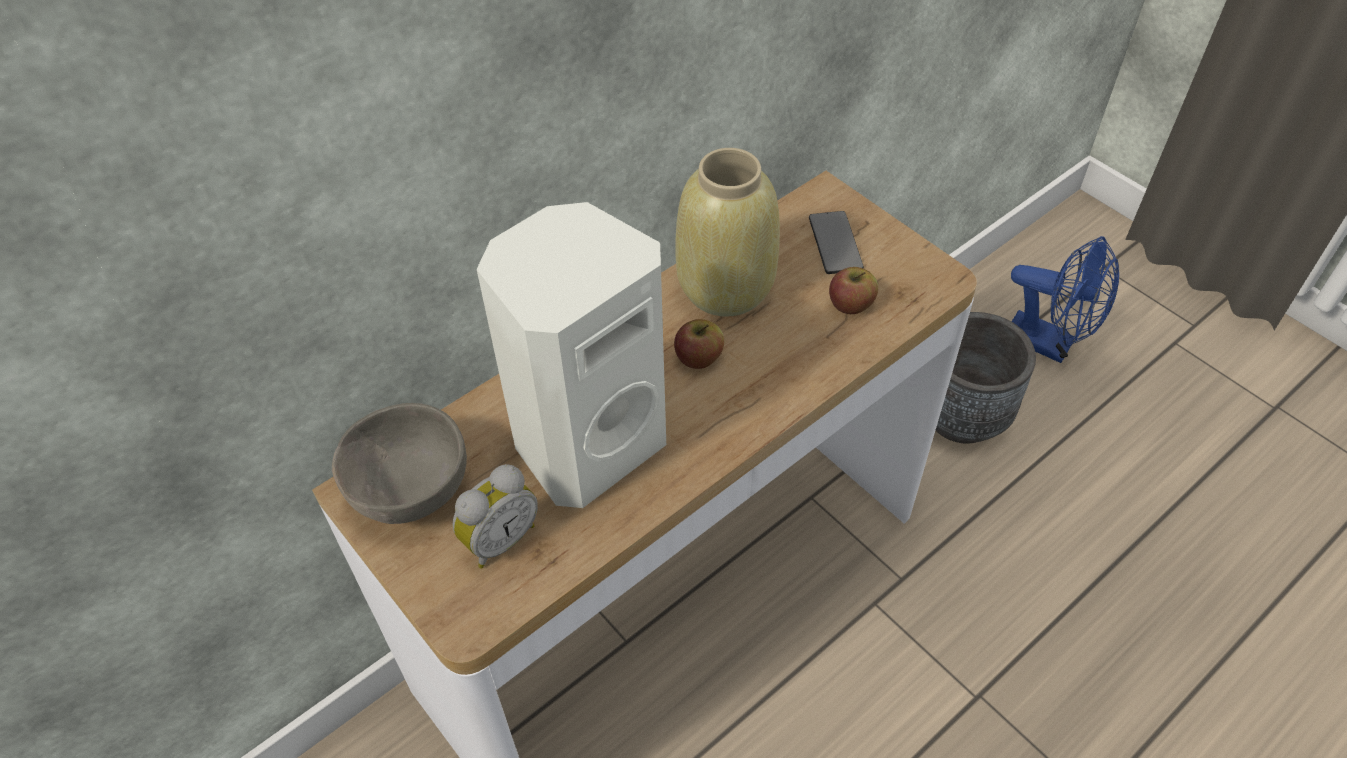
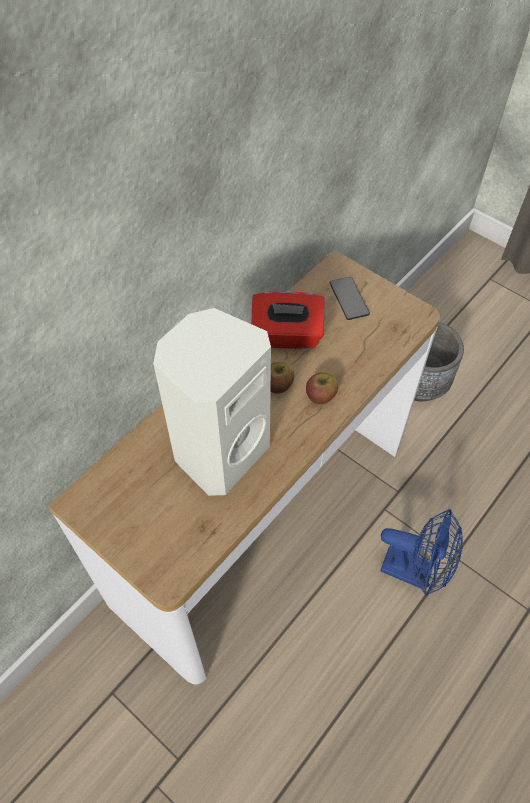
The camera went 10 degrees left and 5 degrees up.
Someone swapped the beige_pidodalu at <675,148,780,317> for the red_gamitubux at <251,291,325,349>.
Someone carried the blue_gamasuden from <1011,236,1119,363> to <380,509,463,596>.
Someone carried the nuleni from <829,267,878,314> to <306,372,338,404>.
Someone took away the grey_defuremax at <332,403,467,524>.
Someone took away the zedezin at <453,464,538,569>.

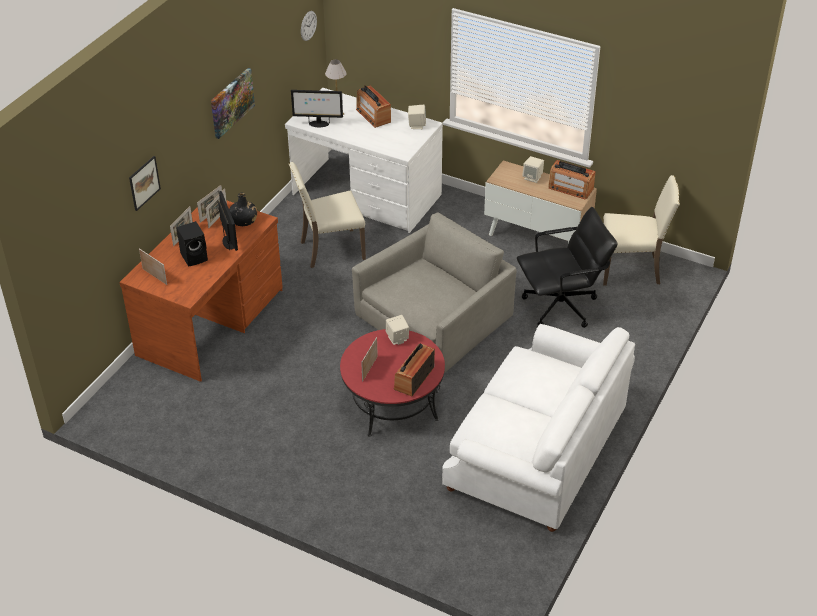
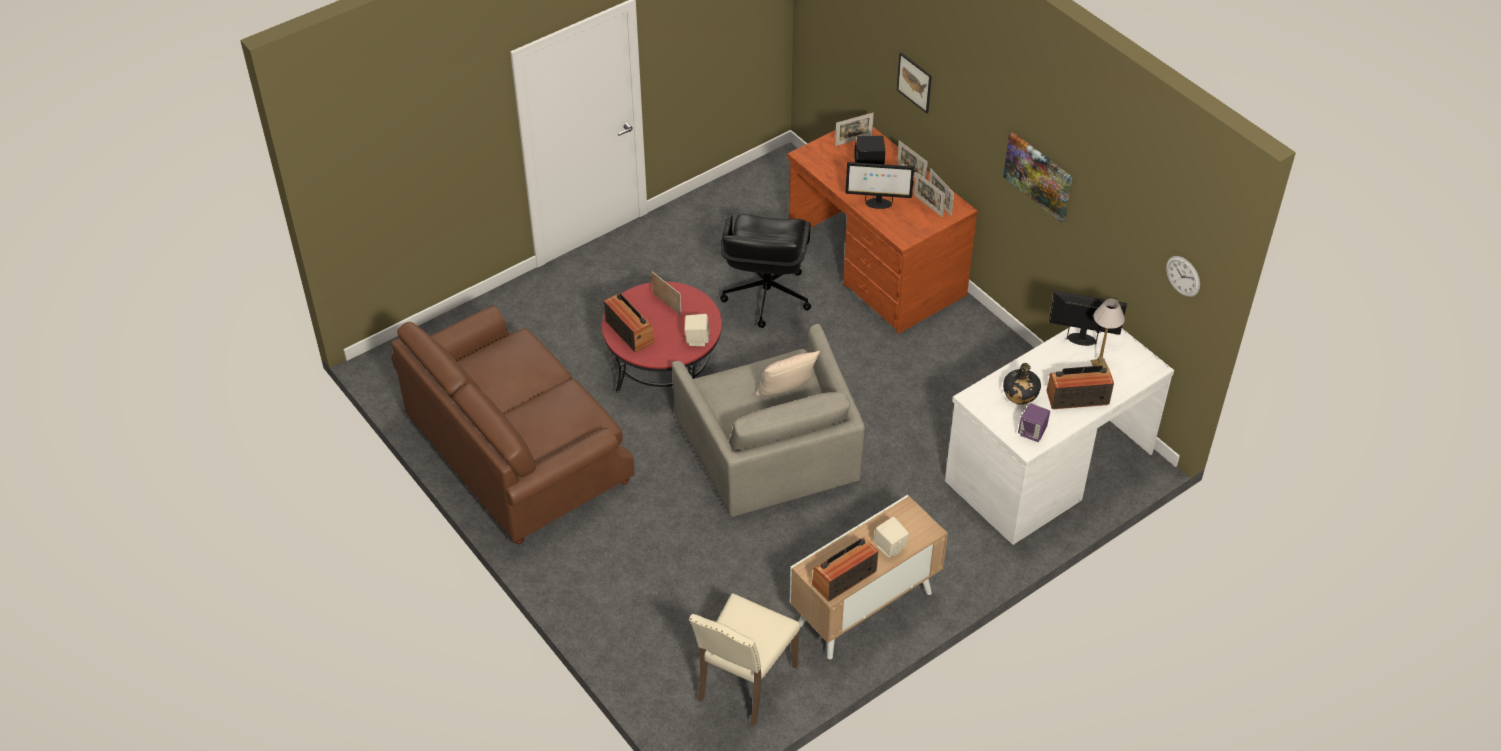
The camera went 115 degrees right and 5 degrees up.
Someone rotated the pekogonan at <291,90,343,127> by 75 degrees clockwise.
Someone repainted the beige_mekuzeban at <408,105,426,129>, which became the purple_mekuzeban at <1018,403,1050,442>.
Someone took away the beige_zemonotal at <289,162,366,268>.
Someone carried the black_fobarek from <229,193,257,226> to <1003,363,1041,405>.
Someone carried the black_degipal from <517,207,617,328> to <720,214,811,328>.
Someone repainted the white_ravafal at <442,324,635,532>, which became the brown_ravafal at <391,306,635,544>.
Someone put down the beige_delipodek at <756,351,820,396>.

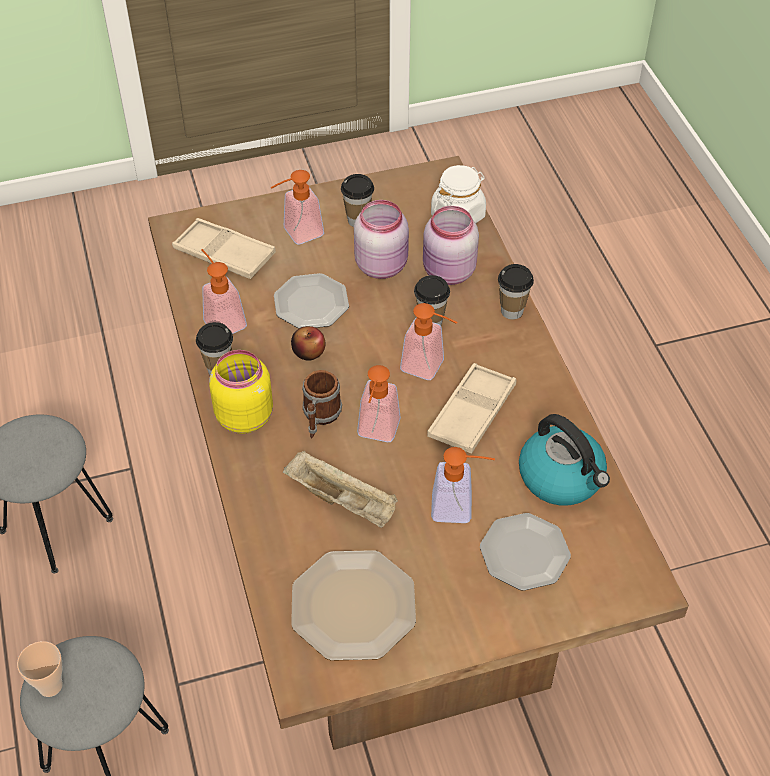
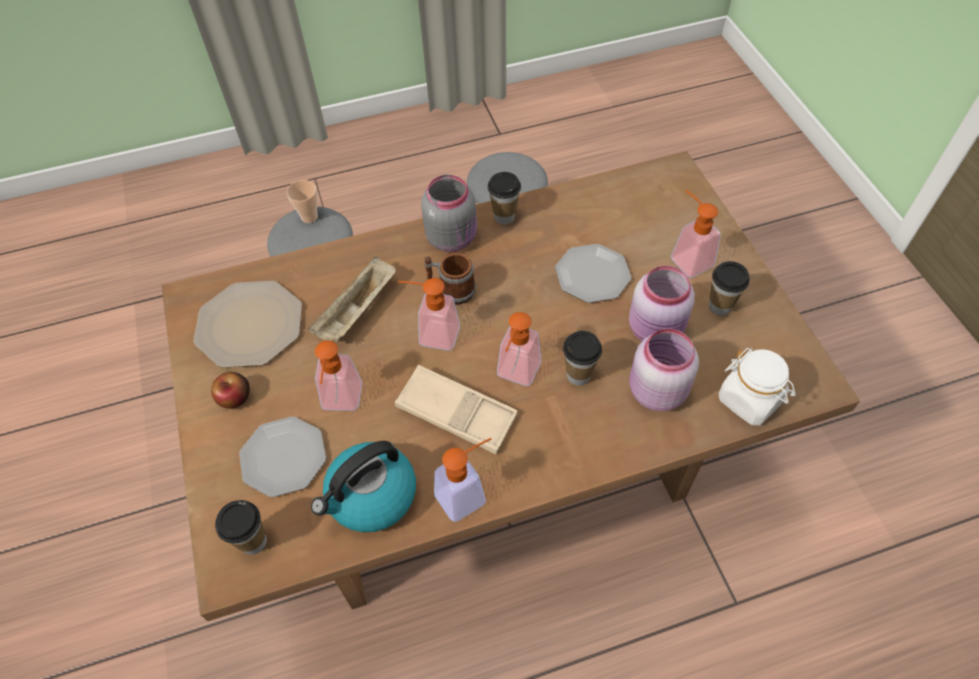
The camera went 90 degrees right and 5 degrees up.
Someone took away the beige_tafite at <172,218,276,279>.
Someone carried the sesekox from <201,249,247,334> to <434,438,491,522>.
Someone carried the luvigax from <498,264,534,320> to <215,500,267,555>.
Someone carried the nuleni from <291,326,325,361> to <211,372,250,409>.
Someone repainted the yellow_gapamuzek at <209,350,273,434>, which became the grey_gapamuzek at <421,175,477,252>.

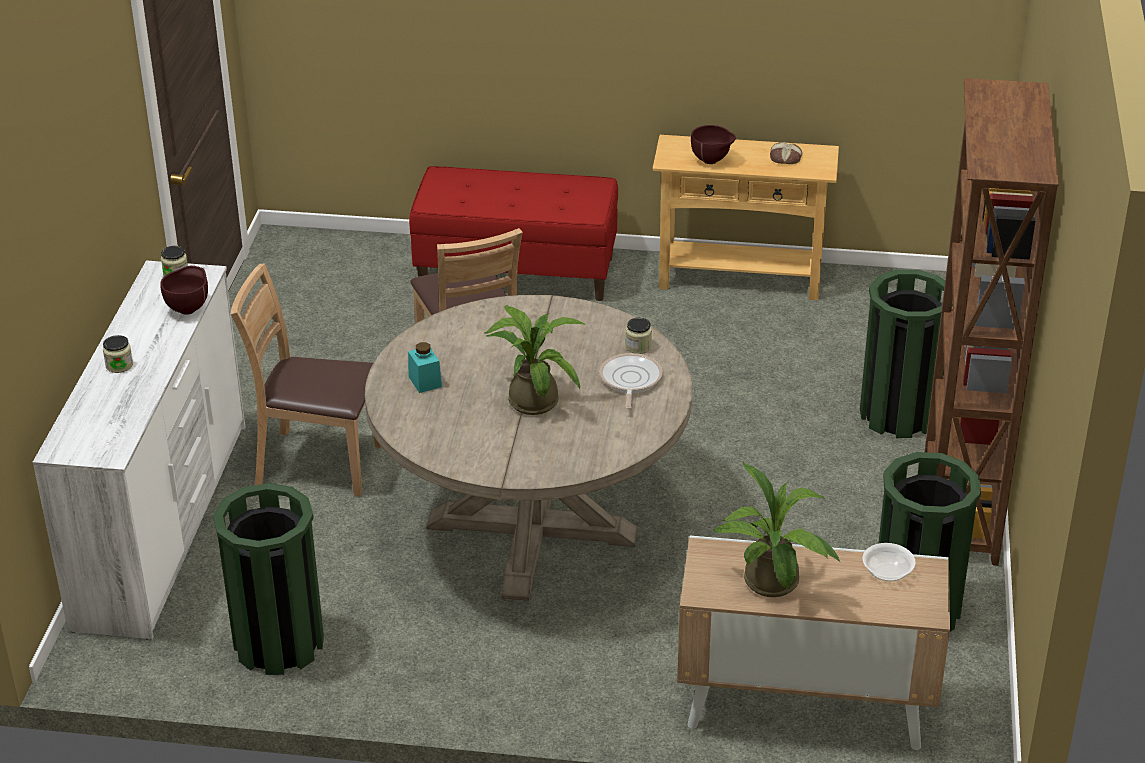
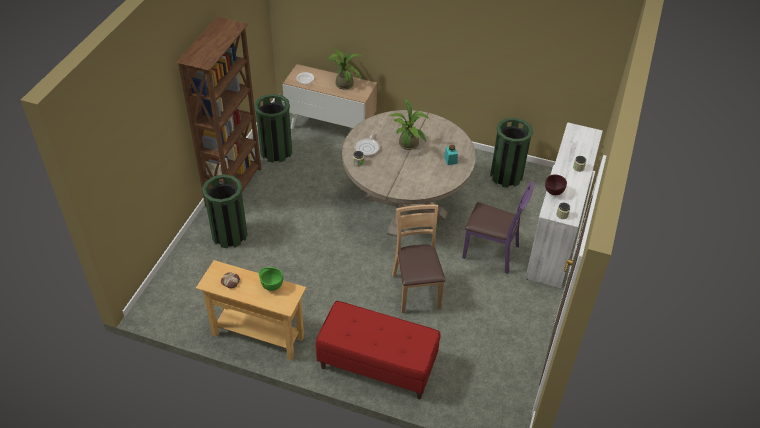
The camera went 170 degrees left and 10 degrees up.
Someone repainted the brown_defuremax at <691,125,736,164>, which became the green_defuremax at <259,267,283,291>.
Someone repainted the brown_zemonotal at <231,264,382,496>, which became the purple_zemonotal at <462,181,534,274>.

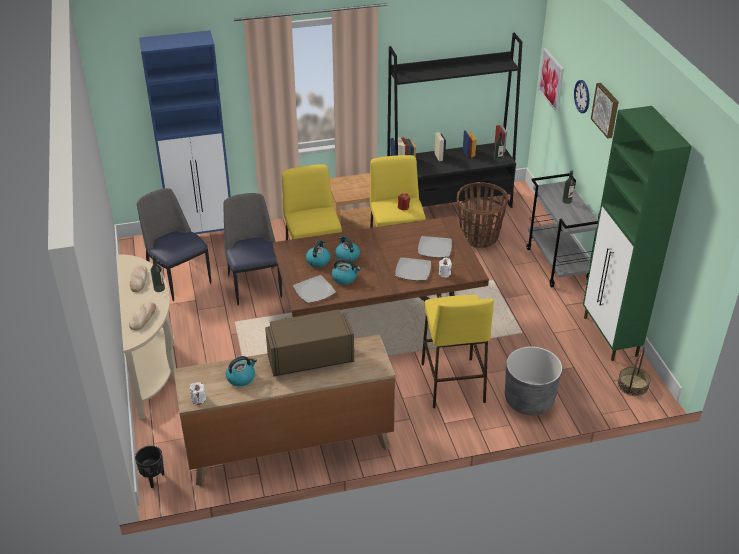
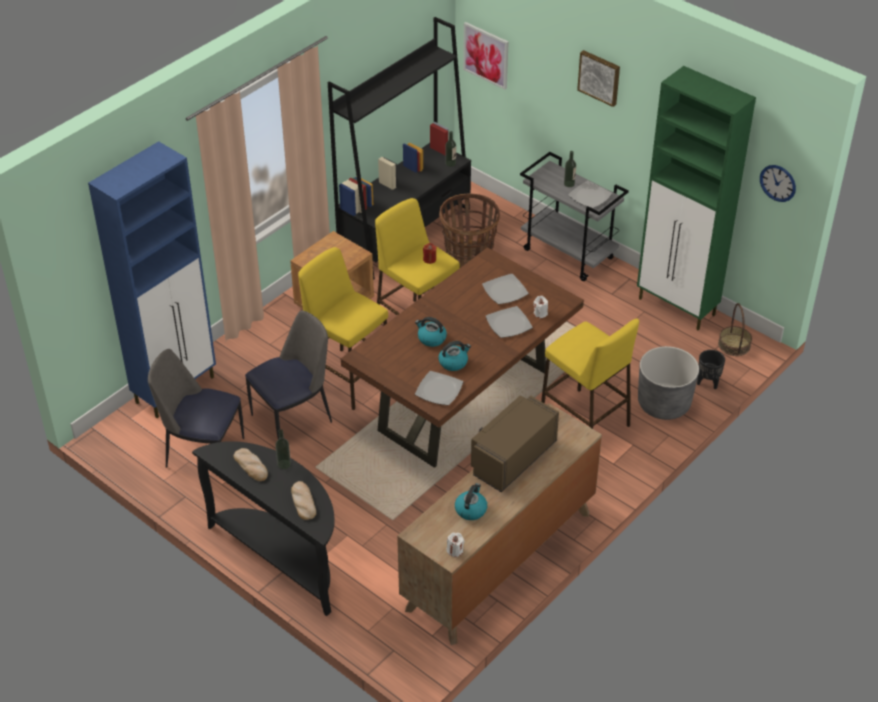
The camera went 35 degrees left and 5 degrees up.
Someone carried the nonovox from <574,80,589,113> to <760,165,796,202>.
Someone rotated the zemonotal at <224,193,282,305> by 105 degrees clockwise.
Someone took away the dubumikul at <306,240,331,267>.
Someone repainted the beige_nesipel at <116,254,176,419>, which became the black_nesipel at <192,441,335,616>.
Someone carried the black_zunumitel from <135,446,165,488> to <697,350,725,390>.
Someone put down the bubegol at <568,180,612,208>.

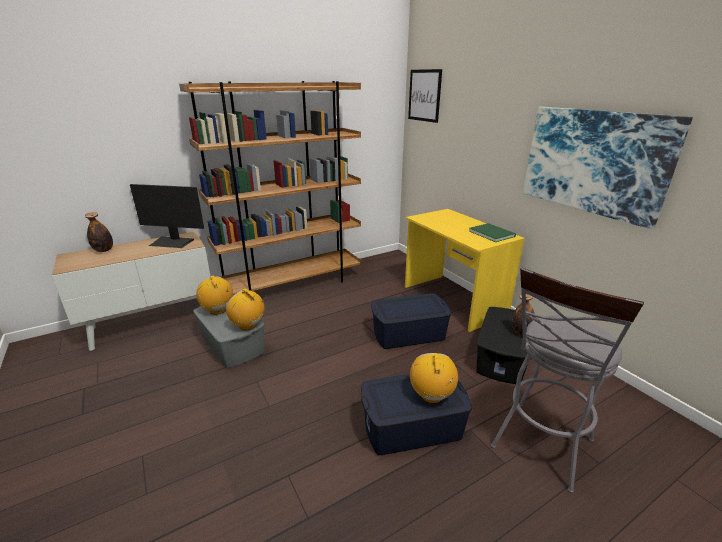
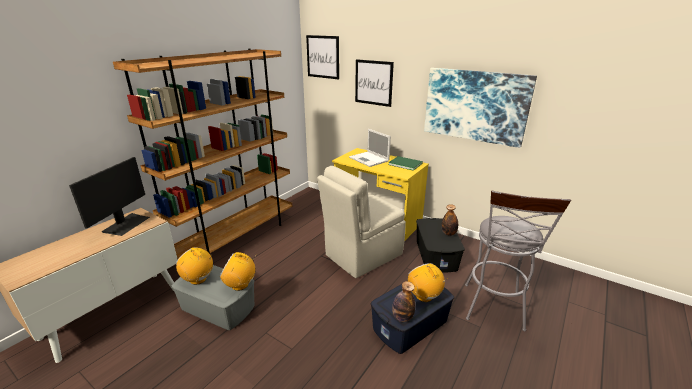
The camera went 25 degrees left and 0 degrees up.
Someone rotated the pekogonan at <130,184,204,248> by 60 degrees counterclockwise.
Someone carried the fobarek from <85,212,113,252> to <392,281,416,322>.
Someone swapped the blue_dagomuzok at <371,293,451,349> for the beige_zemonotal at <317,166,406,278>.
Someone put up the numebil at <355,59,394,107>.
Someone put down the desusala at <349,129,391,167>.

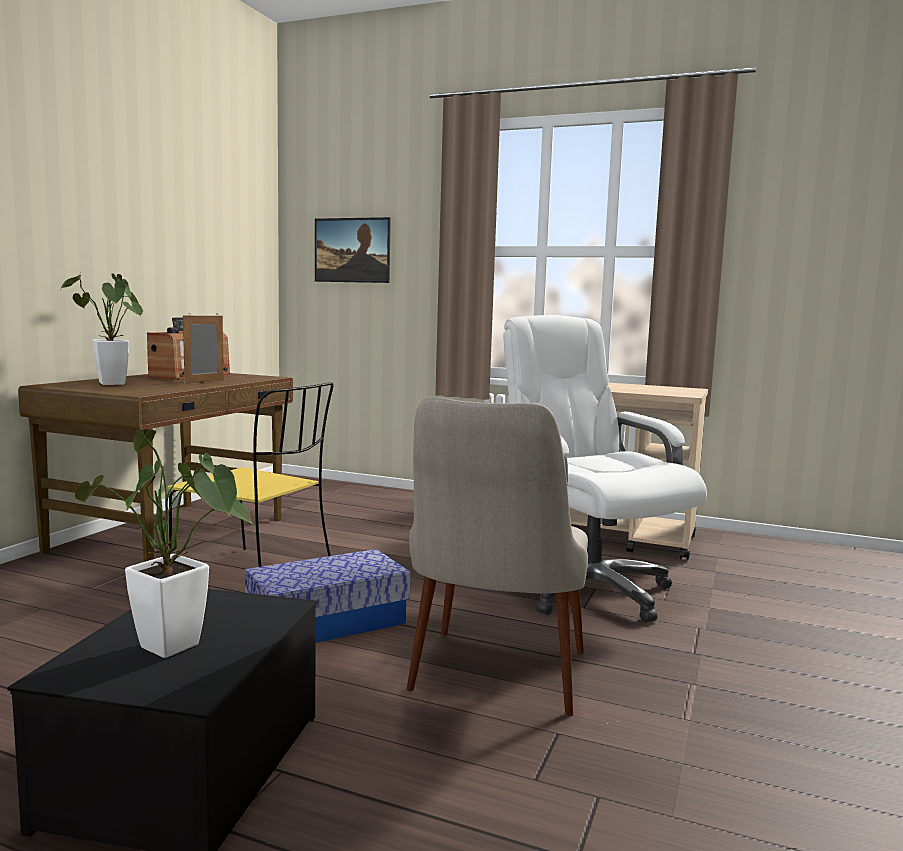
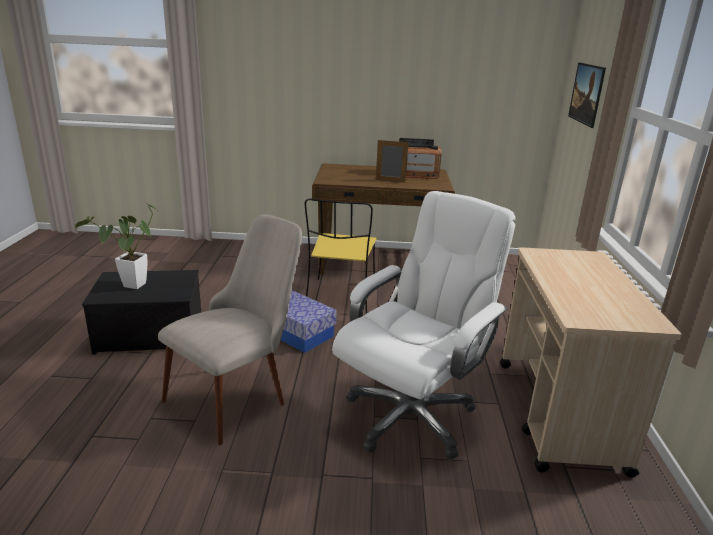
The camera went 70 degrees right and 15 degrees up.
Someone took away the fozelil at <61,273,143,385>.
Someone rotated the beige_zemonotal at <407,397,588,716> by 135 degrees clockwise.

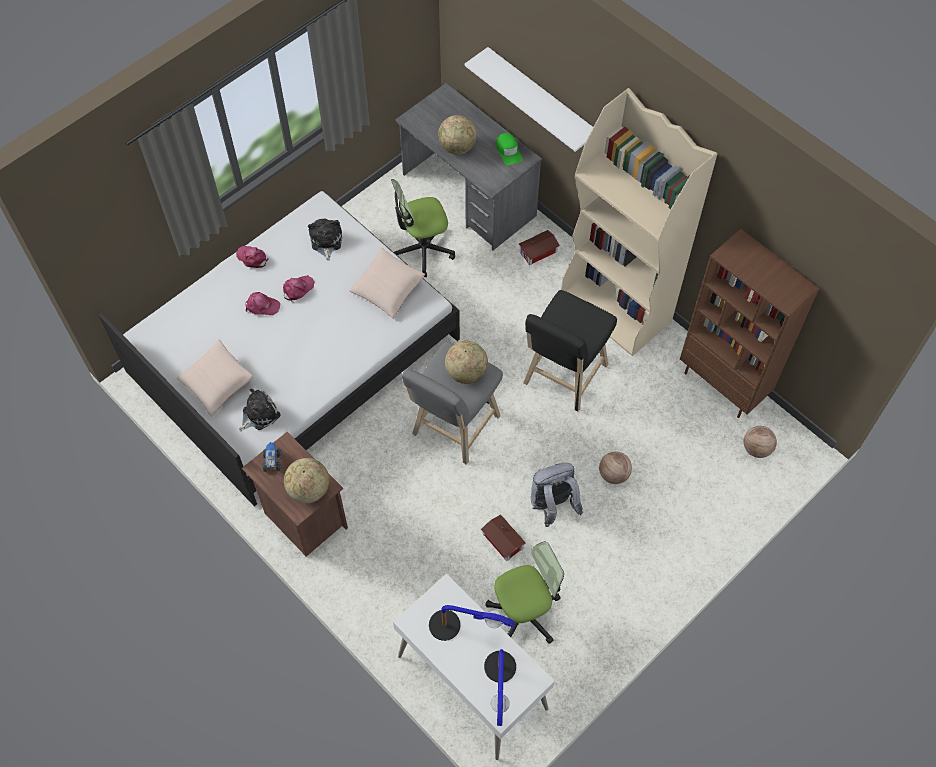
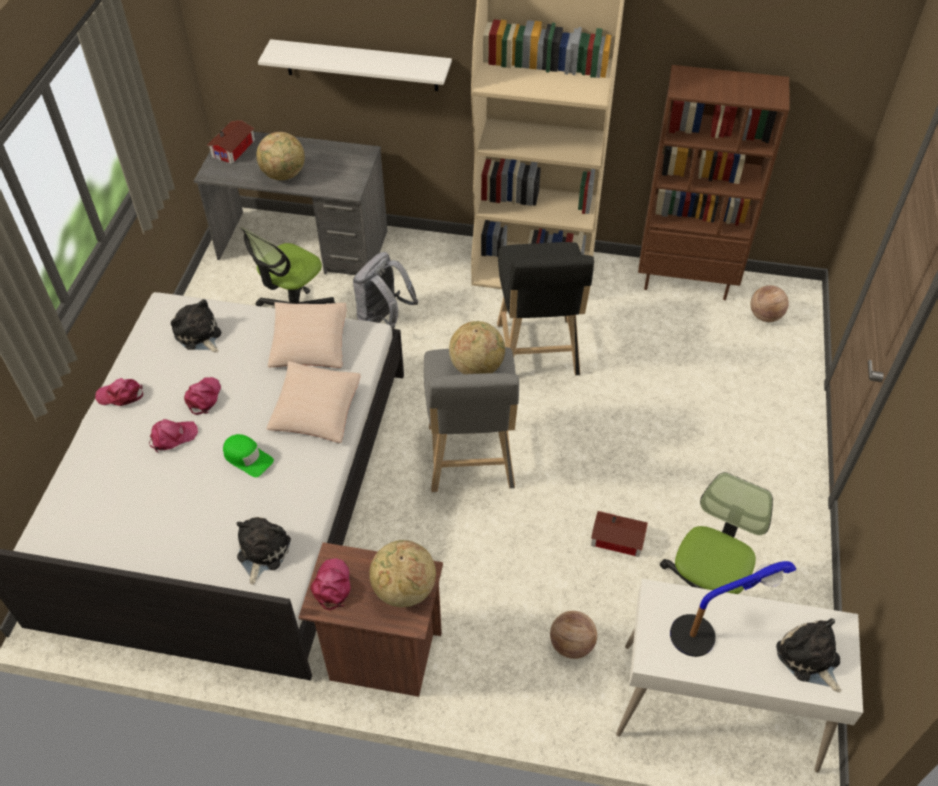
The camera went 35 degrees left and 10 degrees down.
Someone carried the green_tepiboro from <496,133,523,165> to <223,434,274,477>.
Someone carried the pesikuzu from <519,230,560,265> to <207,120,255,164>.
Someone carried the beige_delipodek from <177,339,254,417> to <266,361,361,443>.
Someone swapped the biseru at <263,442,281,472> for the pink_tepiboro at <310,558,350,610>.
Someone carried the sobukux from <599,451,632,484> to <550,611,597,659>.
Someone carried the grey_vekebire from <531,462,583,527> to <353,252,418,329>.
Someone swapped the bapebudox at <484,649,516,726> for the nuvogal at <776,618,841,692>.

